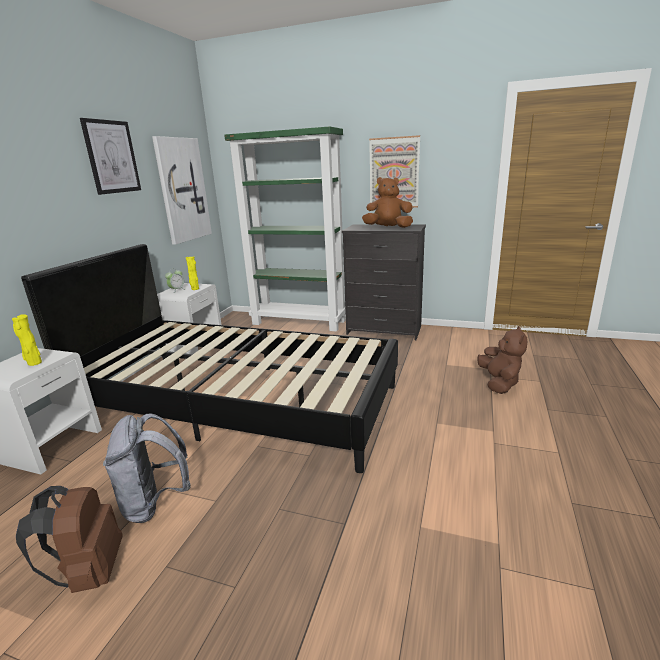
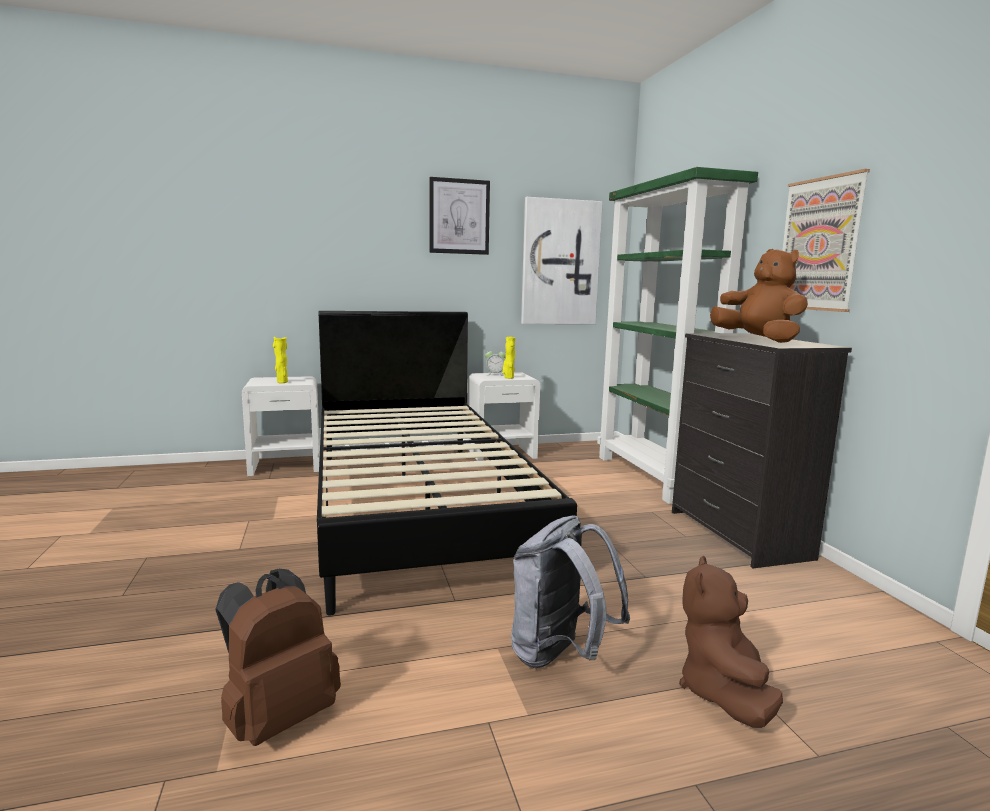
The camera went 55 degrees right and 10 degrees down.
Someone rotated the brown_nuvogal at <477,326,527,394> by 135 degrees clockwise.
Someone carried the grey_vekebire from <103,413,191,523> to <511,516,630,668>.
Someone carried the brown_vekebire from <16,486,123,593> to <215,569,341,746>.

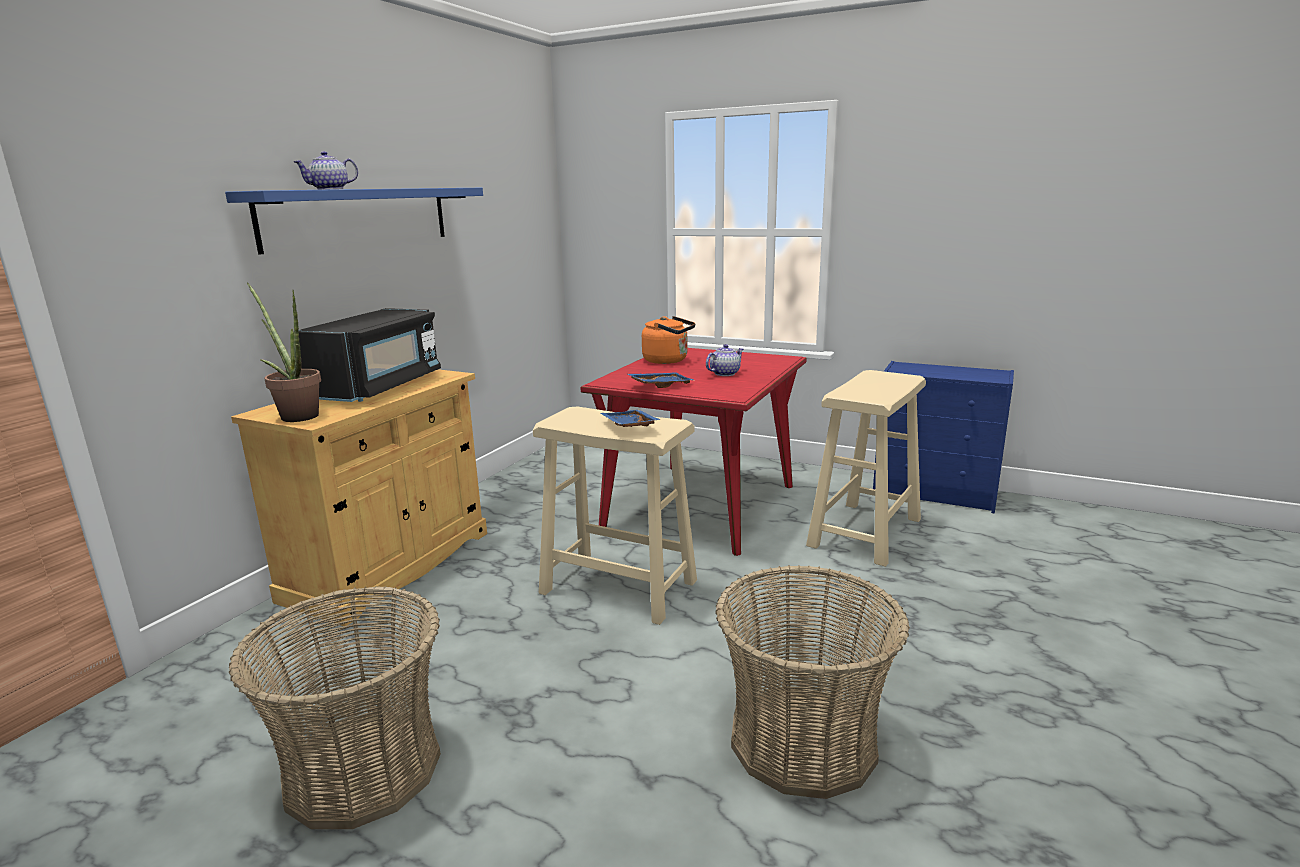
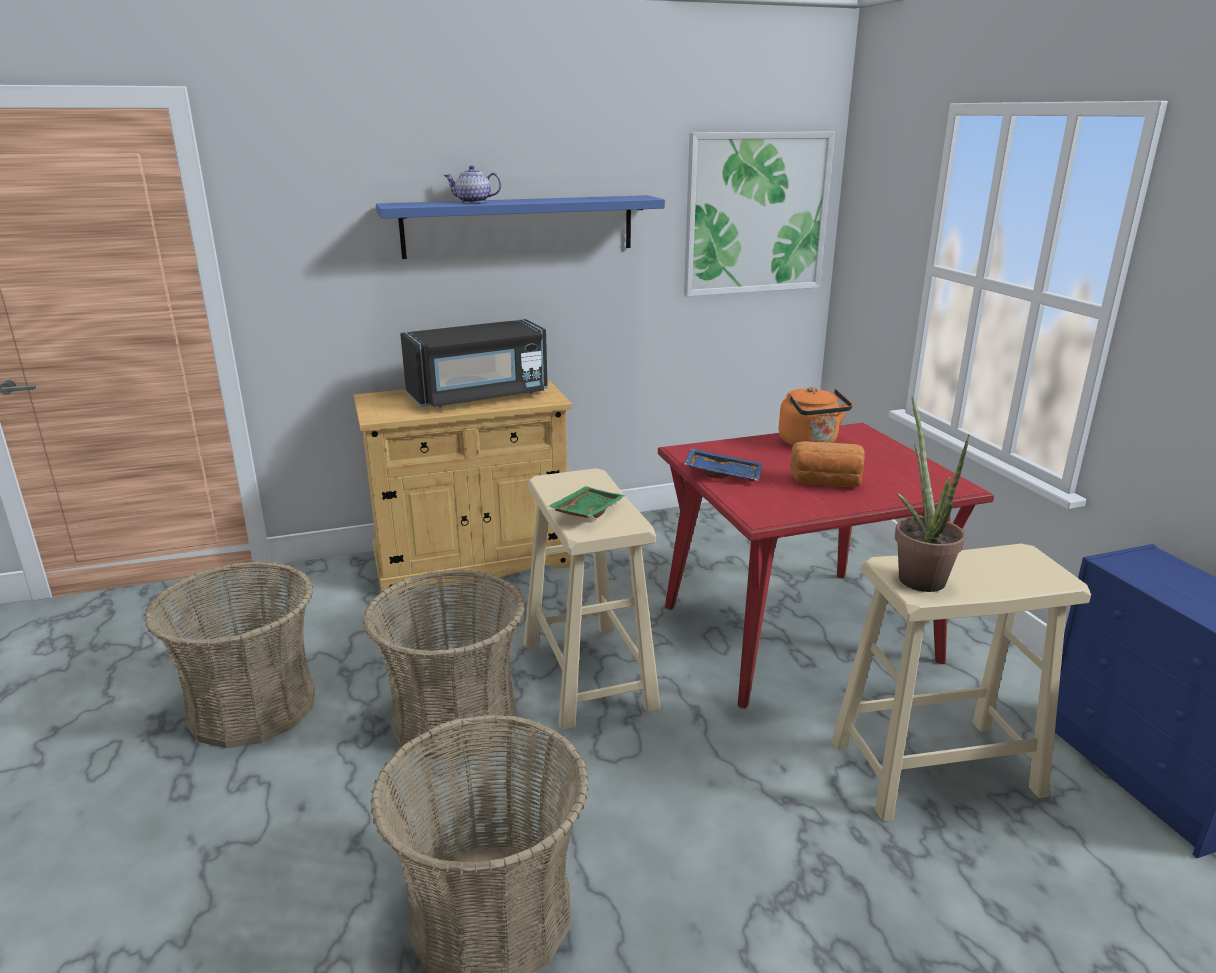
The camera went 45 degrees right and 5 degrees up.
Someone carried the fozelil from <247,282,321,422> to <895,396,970,592>.
Someone swapped the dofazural at <706,344,744,376> for the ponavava at <791,441,865,487>.
Someone repainted the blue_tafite at <601,410,661,427>, which became the green_tafite at <547,486,626,518>.
Someone put up the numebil at <684,131,835,297>.
Someone put down the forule at <363,569,525,759>.

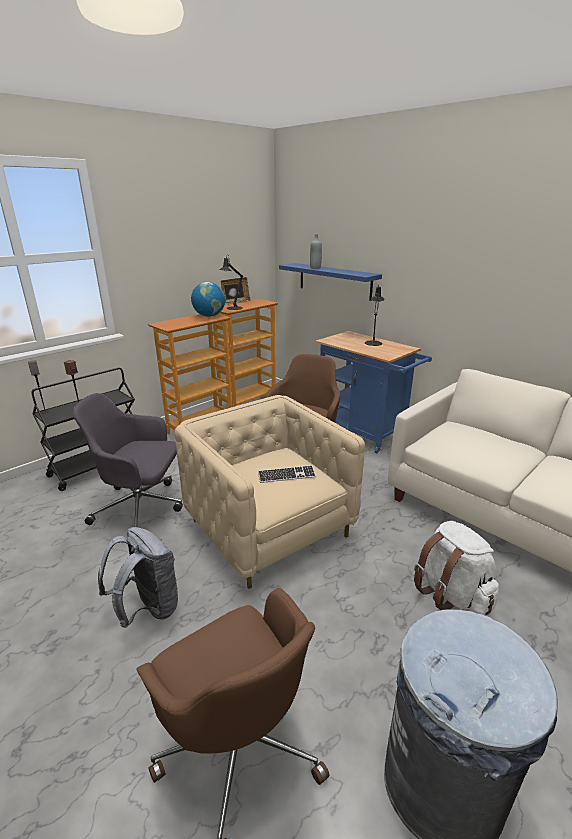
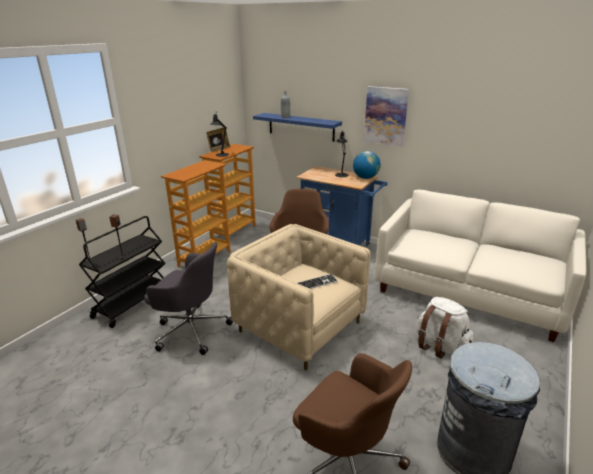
The camera went 15 degrees left and 0 degrees up.
Someone carried the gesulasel from <191,282,225,317> to <353,151,380,179>.
Someone rotated the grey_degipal at <73,393,183,527> by 150 degrees counterclockwise.
Someone took away the grey_vekebire at <98,527,178,628>.
Someone put up the numebil at <364,86,409,146>.

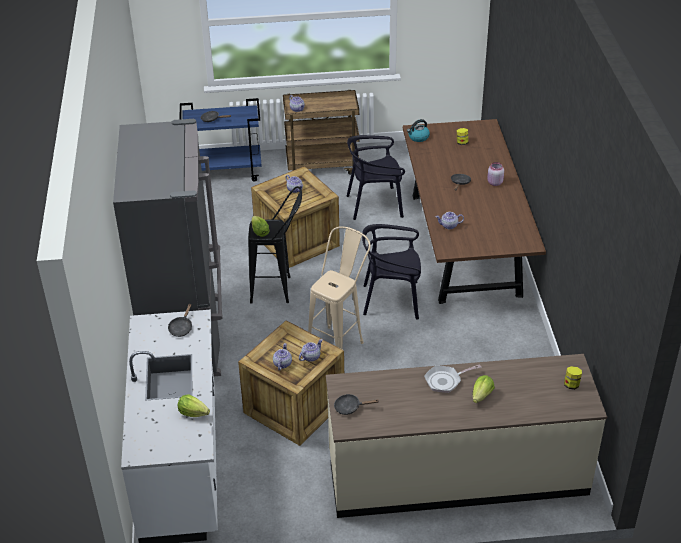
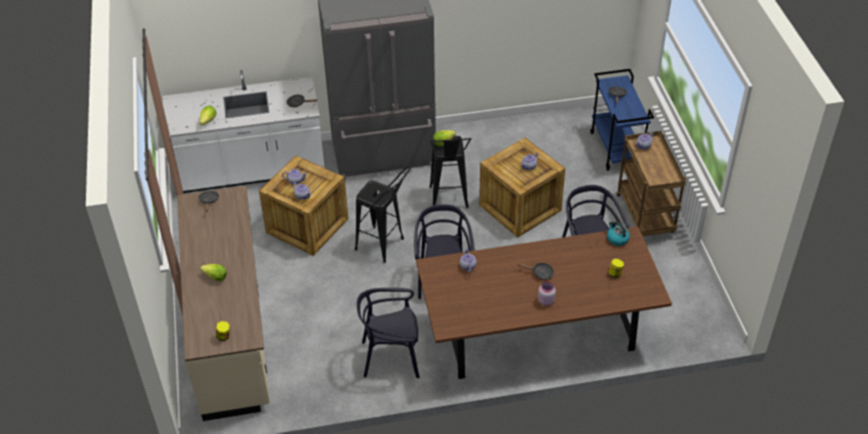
The camera went 85 degrees right and 5 degrees up.
Someone repainted the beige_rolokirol at <308,226,371,349>, which became the black_rolokirol at <355,166,411,263>.
Someone took away the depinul at <424,364,481,393>.
Someone put down the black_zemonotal at <357,288,420,378>.

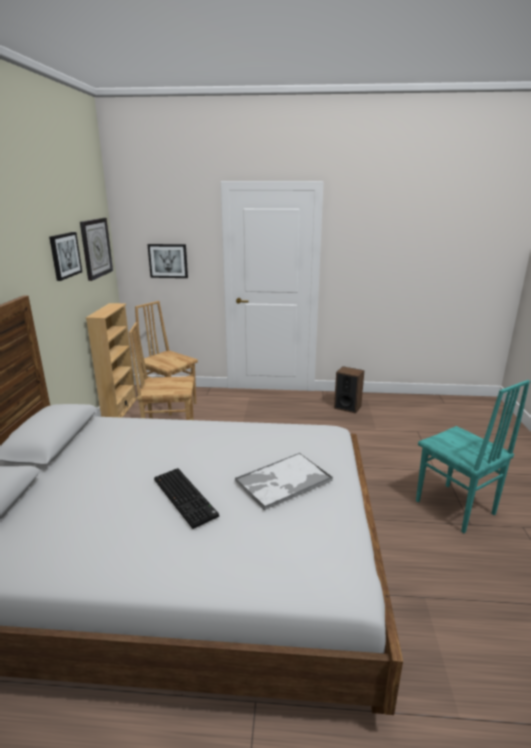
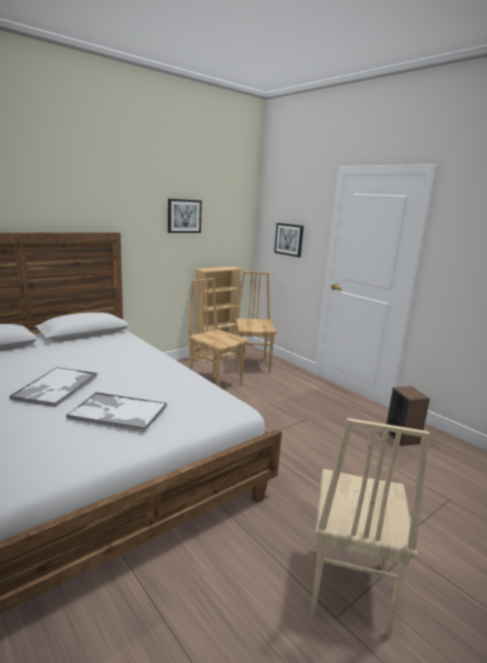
The camera went 45 degrees right and 5 degrees down.
Someone took away the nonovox at <80,218,113,281>.
Someone repainted the turquoise_zemonotal at <416,380,530,533>, which became the beige_zemonotal at <310,418,429,638>.
Someone swapped the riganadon at <154,468,219,529> for the tafite at <9,367,97,407>.

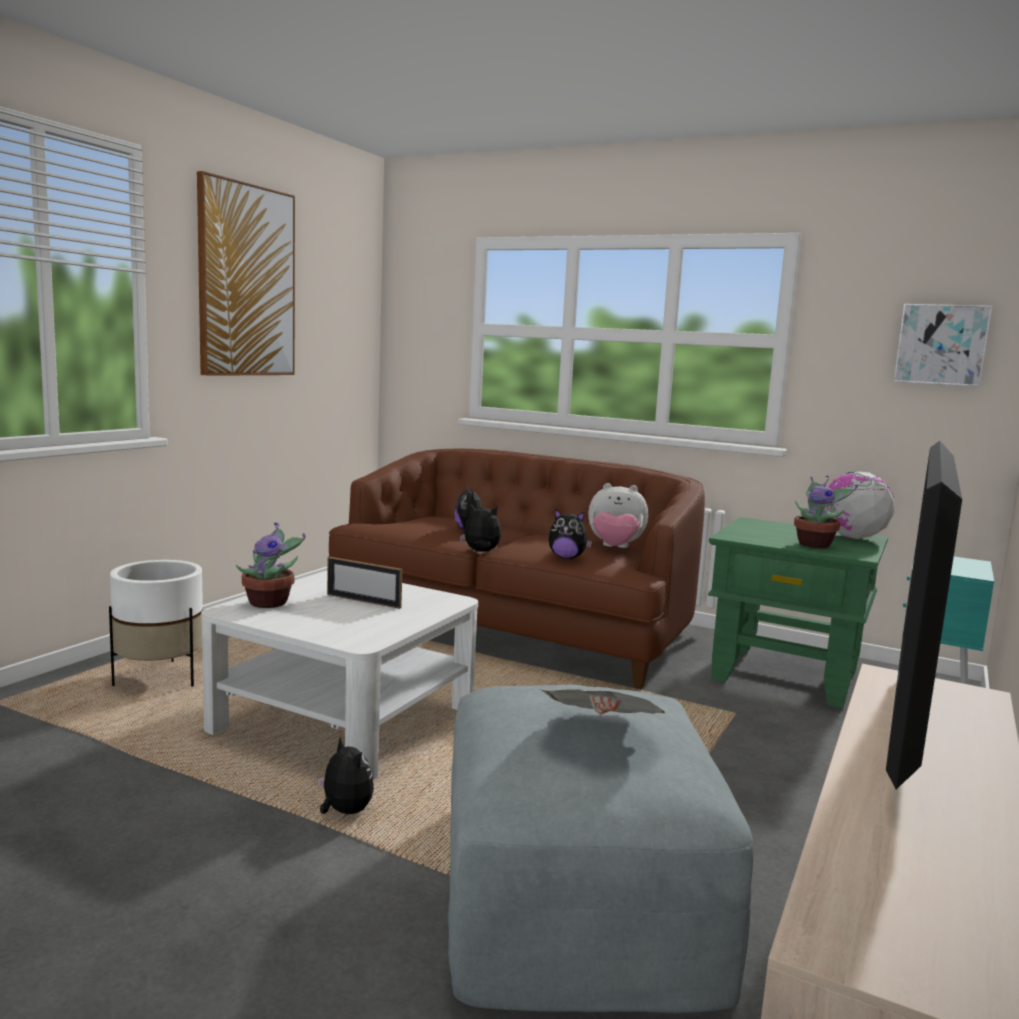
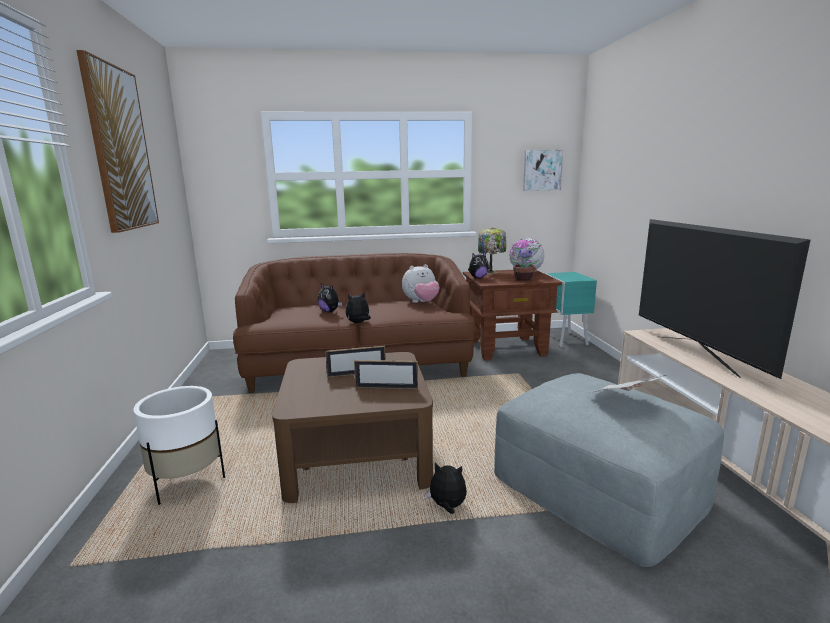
The camera went 35 degrees left and 5 degrees up.
Someone carried the nuvogal from <549,509,592,559> to <468,253,489,278>.
Someone repainted the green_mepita at <708,517,888,709>, which became the brown_mepita at <463,270,562,361>.
Someone took away the fozelil at <236,522,305,608>.
Someone repainted the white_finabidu at <201,571,478,780>, which became the brown_finabidu at <272,352,433,503>.
Someone put down the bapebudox at <478,227,506,274>.
Someone put down the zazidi at <354,360,418,389>.

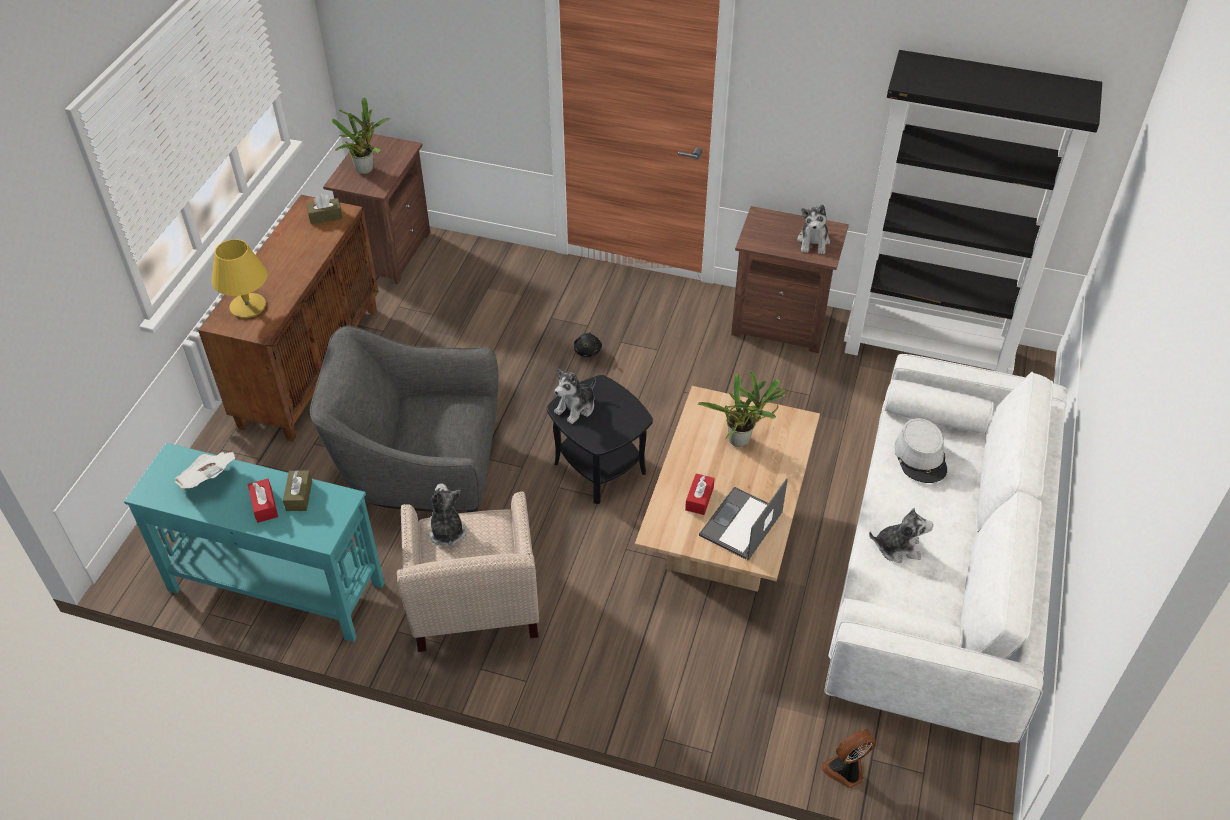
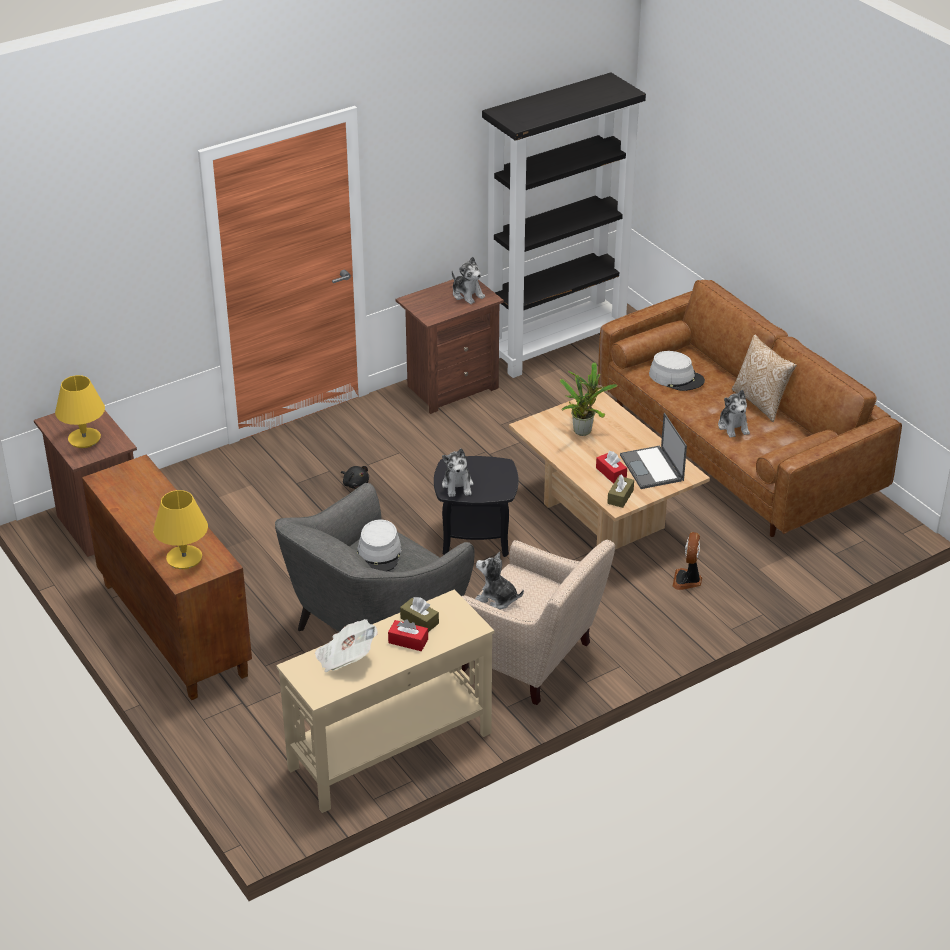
The camera went 50 degrees left and 10 degrees down.
Someone swapped the fozelil at <332,98,390,174> for the yellow_bapebudox at <55,375,105,448>.
Someone carried the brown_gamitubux from <307,194,343,224> to <607,475,634,508>.
Someone repainted the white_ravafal at <824,354,1068,743>, which became the brown_ravafal at <598,280,902,537>.
Someone repainted the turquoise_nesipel at <124,443,384,642>, which became the beige_nesipel at <276,589,494,813>.
Someone rotated the nuvogal at <869,508,933,563> by 120 degrees clockwise.
Someone carried the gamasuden from <822,729,875,788> to <672,532,702,590>.
Someone put down the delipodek at <732,335,797,422>.
Someone put down the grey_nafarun at <357,520,402,571>.

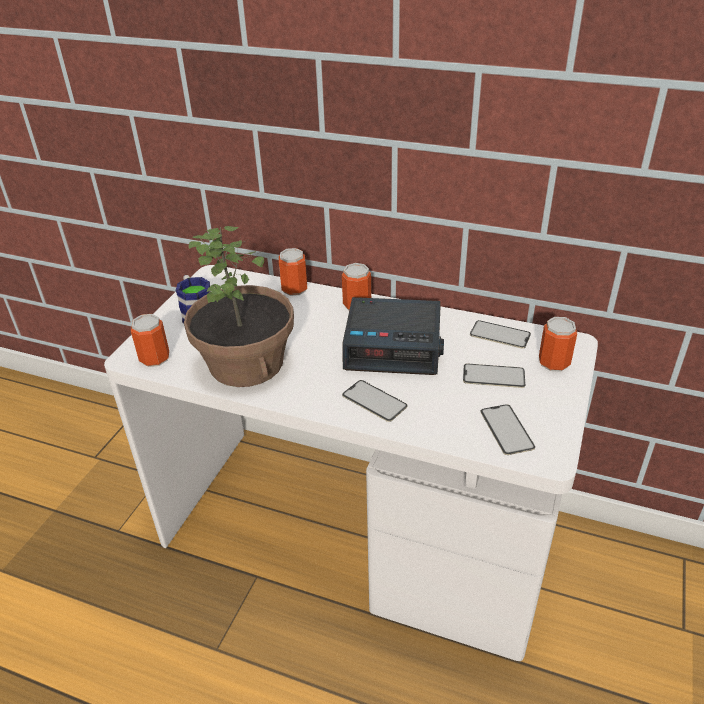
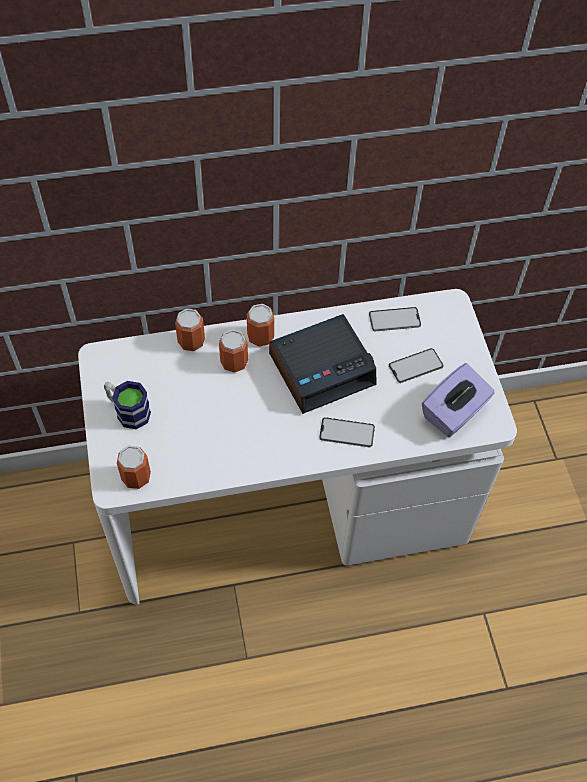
The camera went 35 degrees left and 20 degrees up.
Someone took away the fozelil at <184,226,294,387>.
Someone carried the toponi from <539,317,577,372> to <219,329,248,373>.
Someone swapped the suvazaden at <481,404,535,455> for the purple_gamitubux at <422,363,495,437>.

